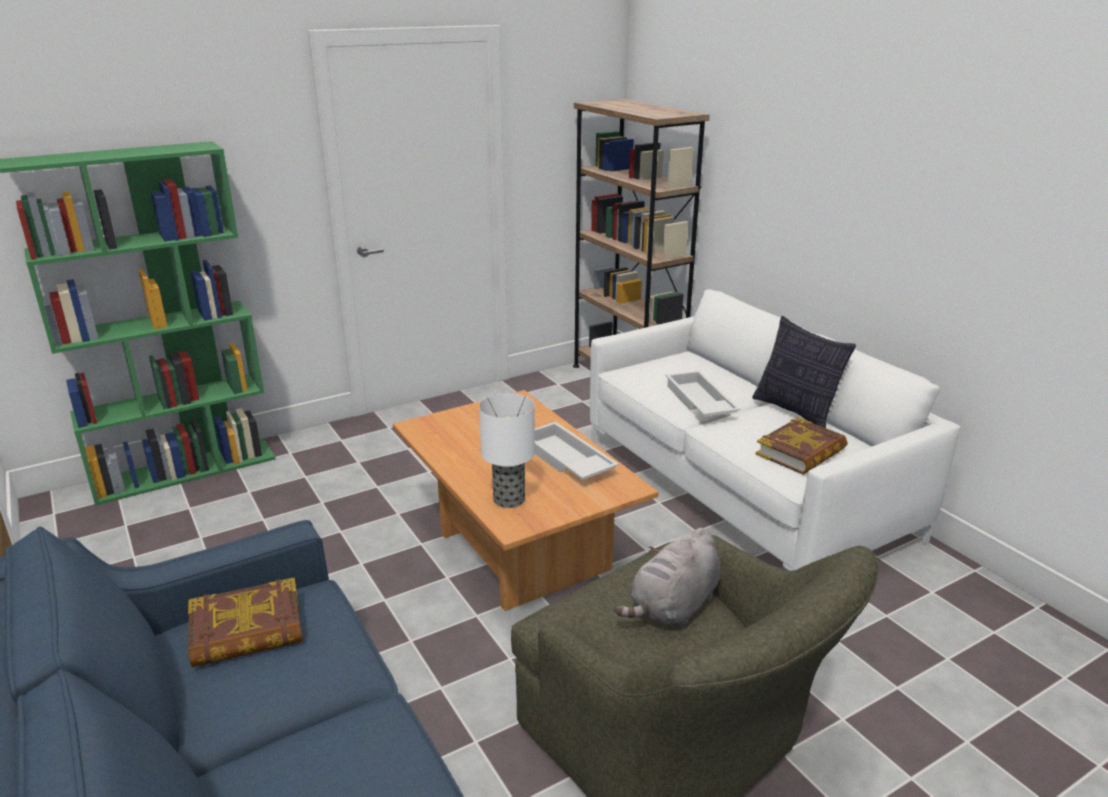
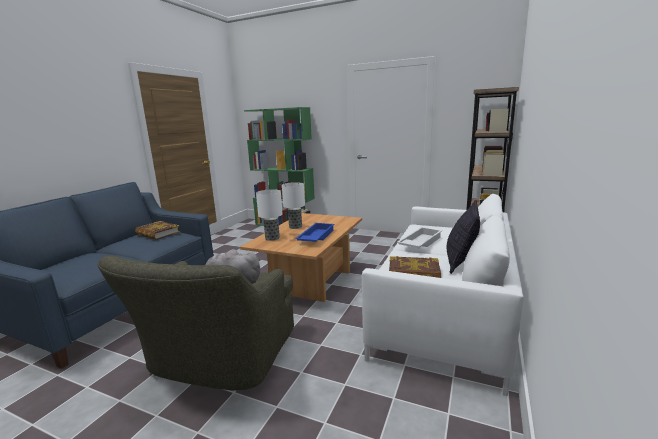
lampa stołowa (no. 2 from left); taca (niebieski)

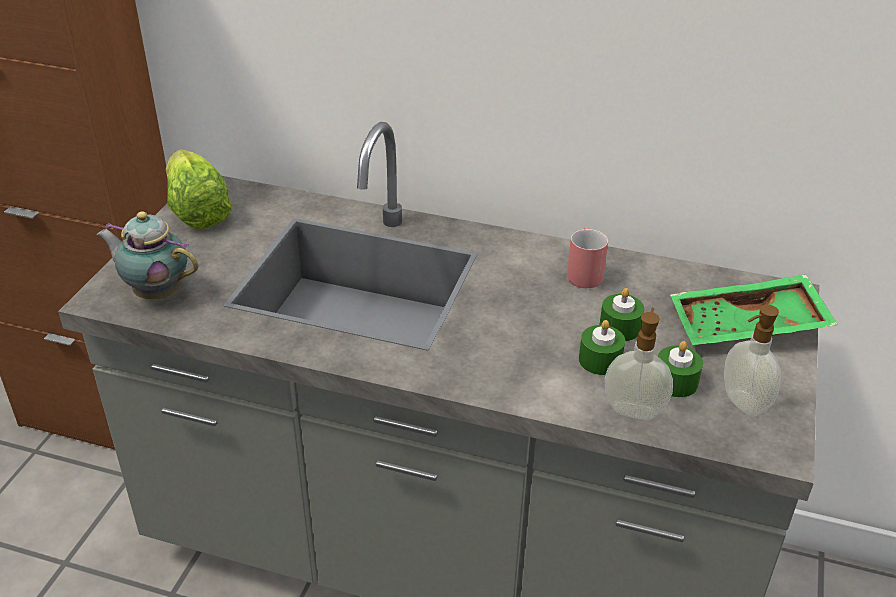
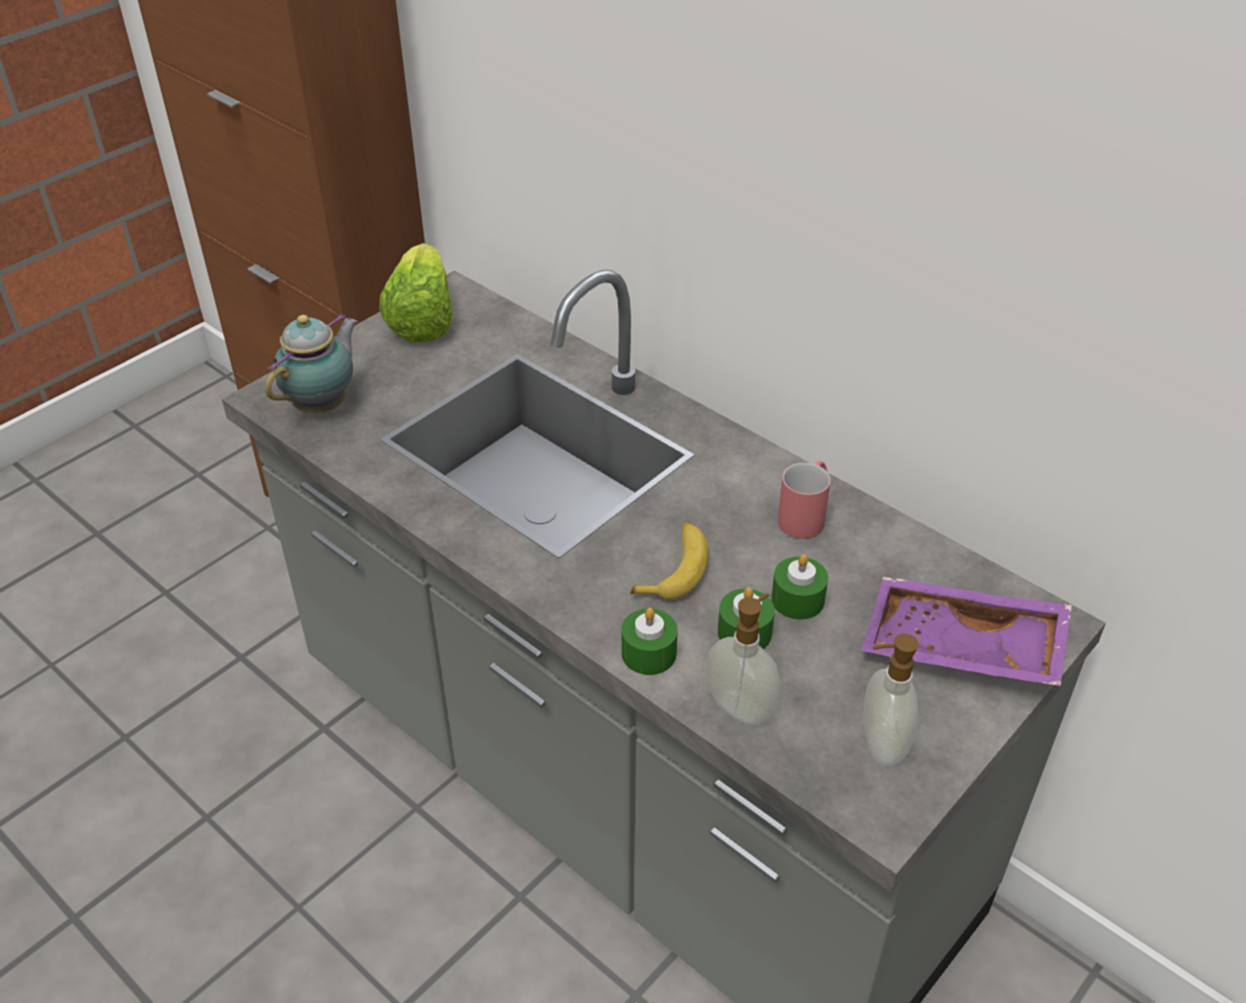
imbryk; świeca (zielony) (no. 1 from left); banan; taca (fioletowy)

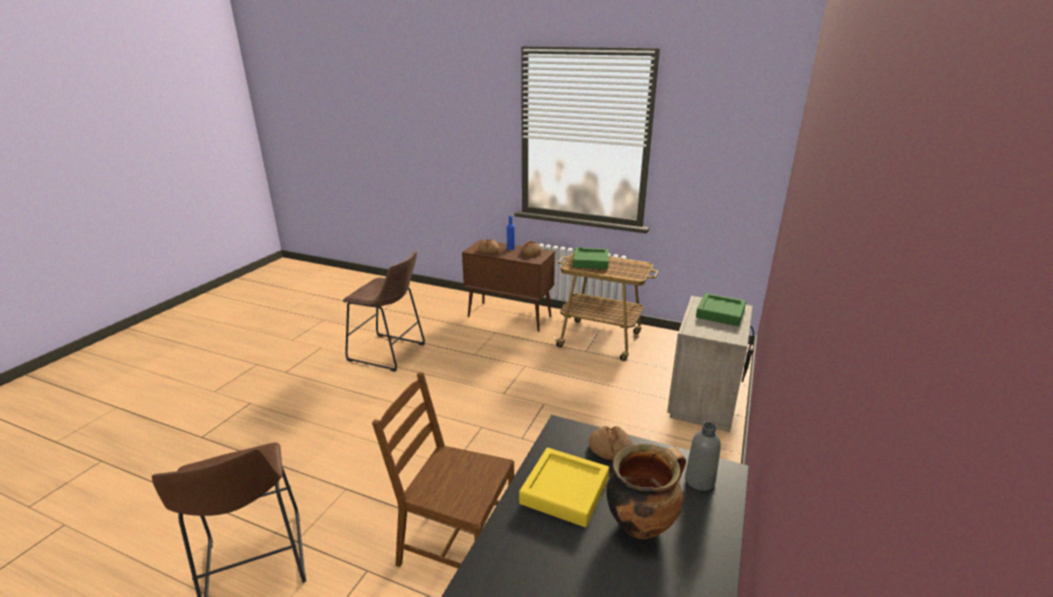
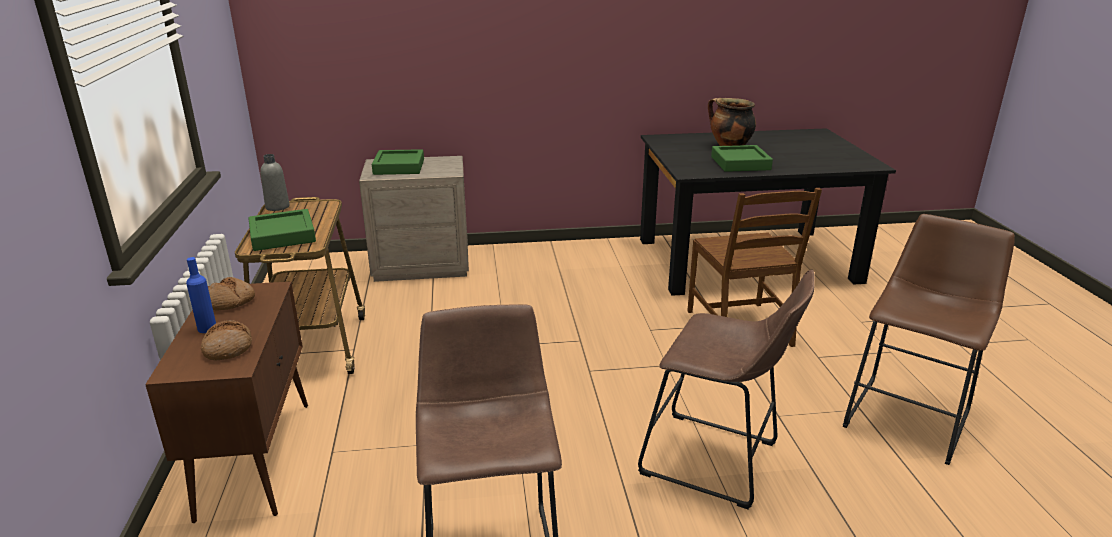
butelka (szary); stołek (brązowy) (no. 2 from left); taca (zielony) (no. 3 from left); chleb (no. 3 from left in the first image)

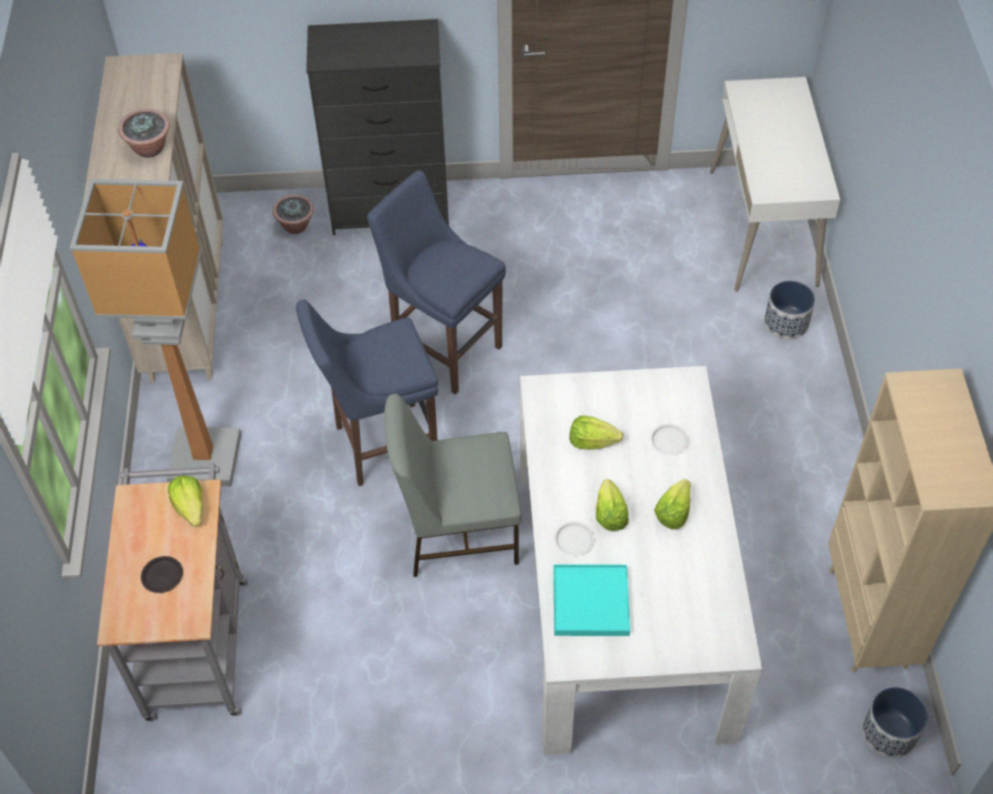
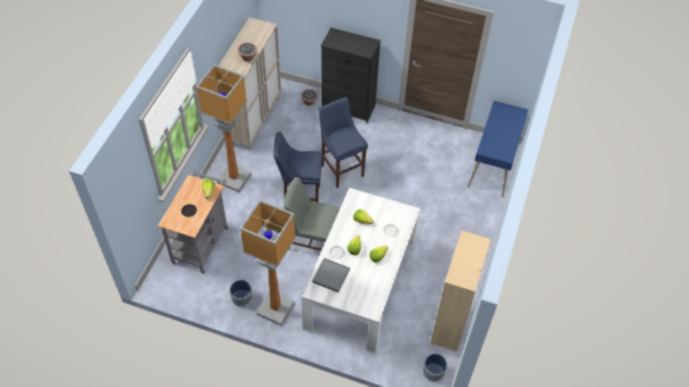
donica (no. 1 from left); lampa stojąca (no. 2 from left); taca (szary); biurko (niebieski)

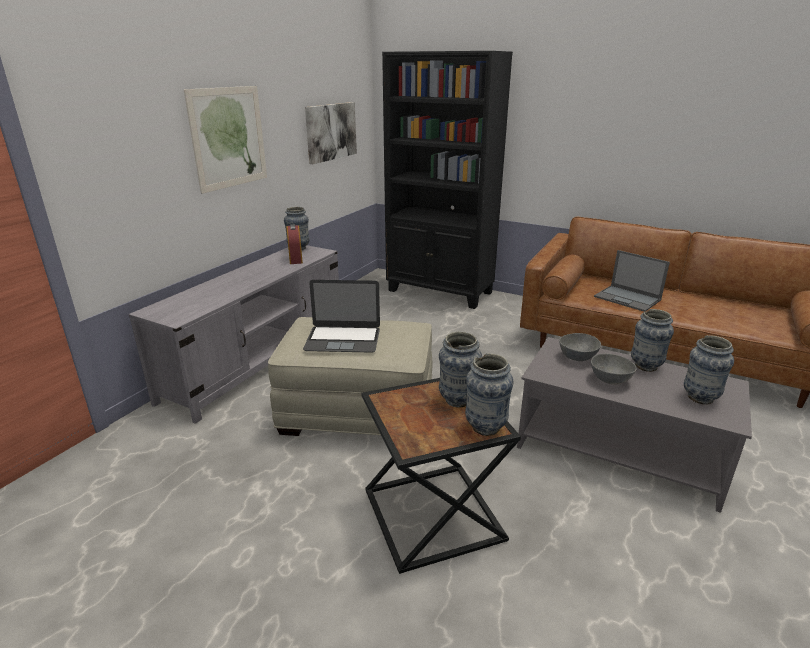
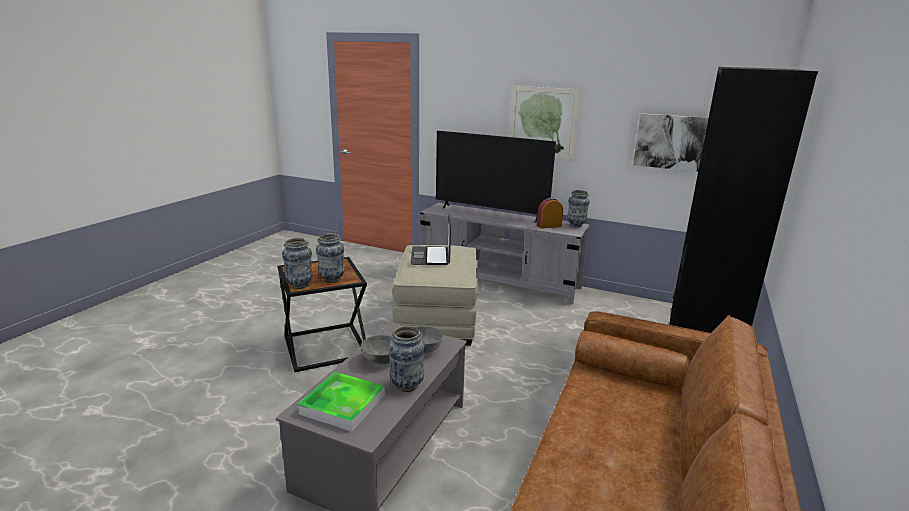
taca; telewizor; laptop (no. 2 from left in the first image)

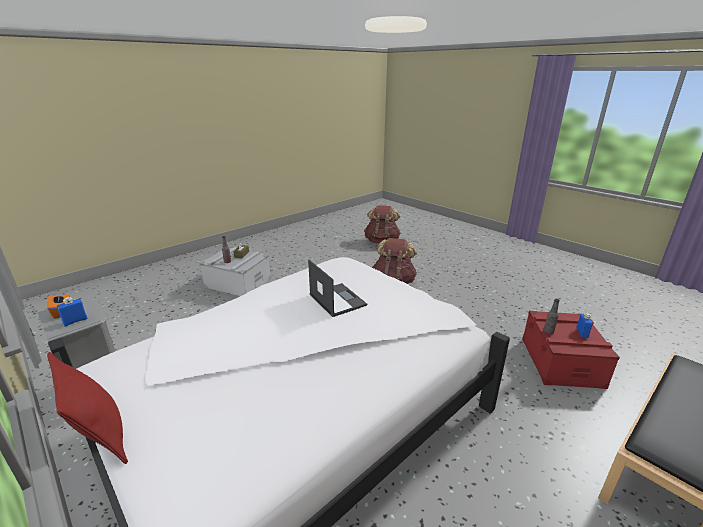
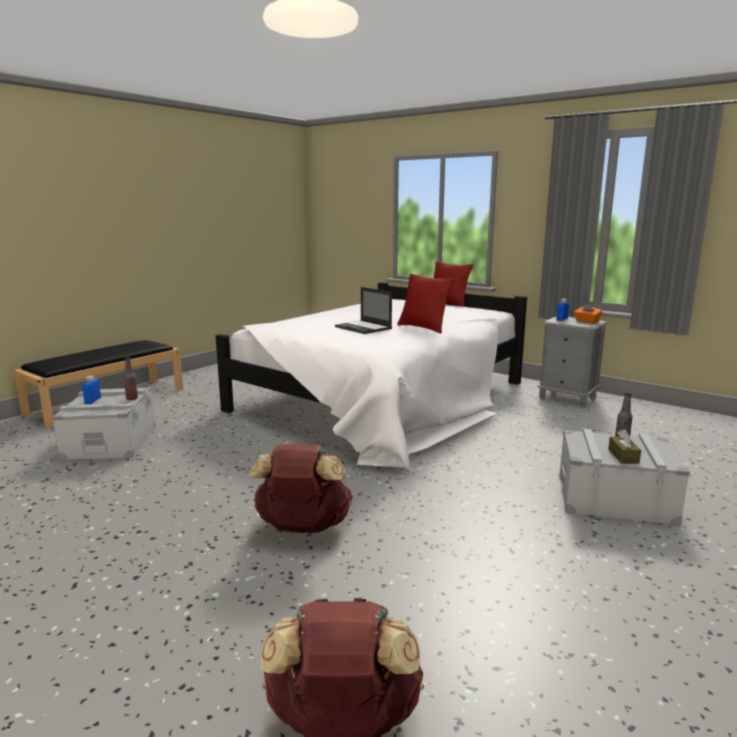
pojemnik do przechowywania (szary) (no. 1 from left); poduszka (czerwony) (no. 1 from left)

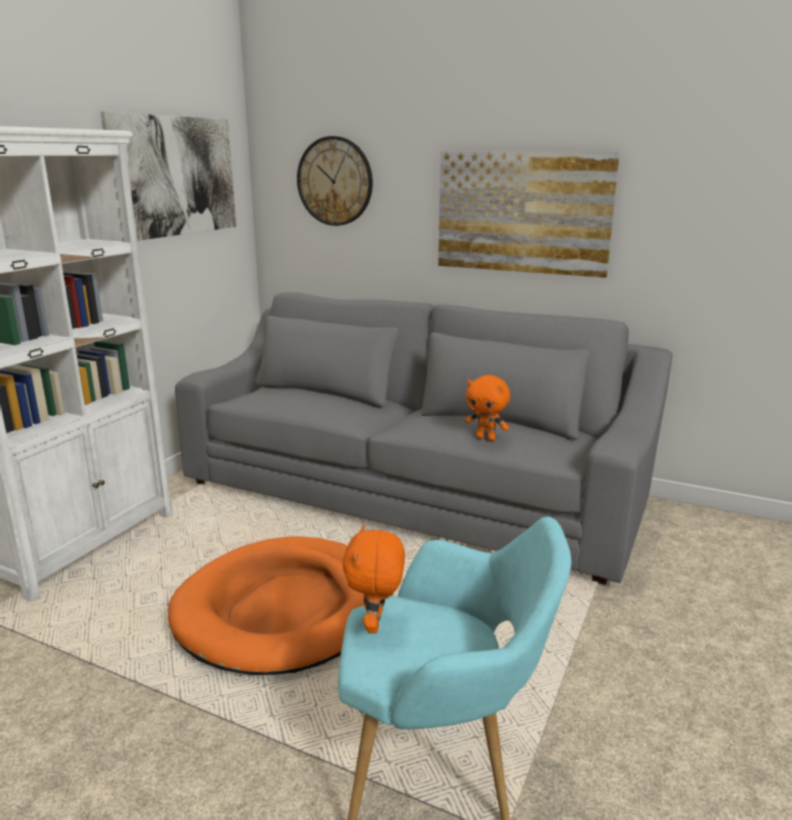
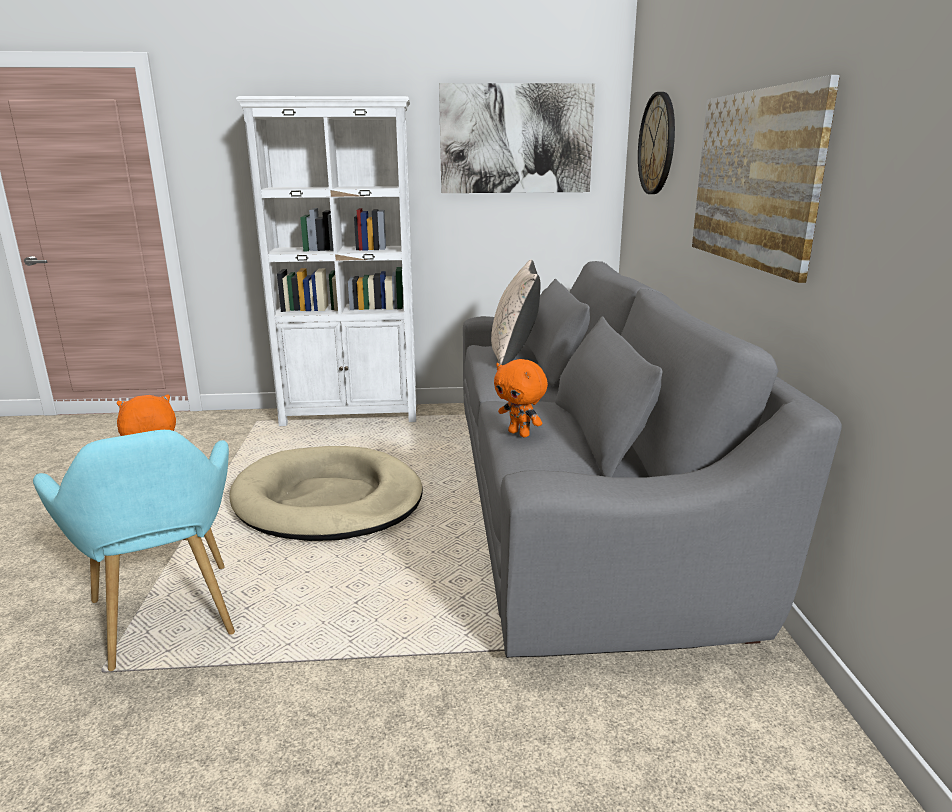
legowisko (beżowy); poduszka (beżowy); pluszak (pomarańczowy) (no. 2 from left)

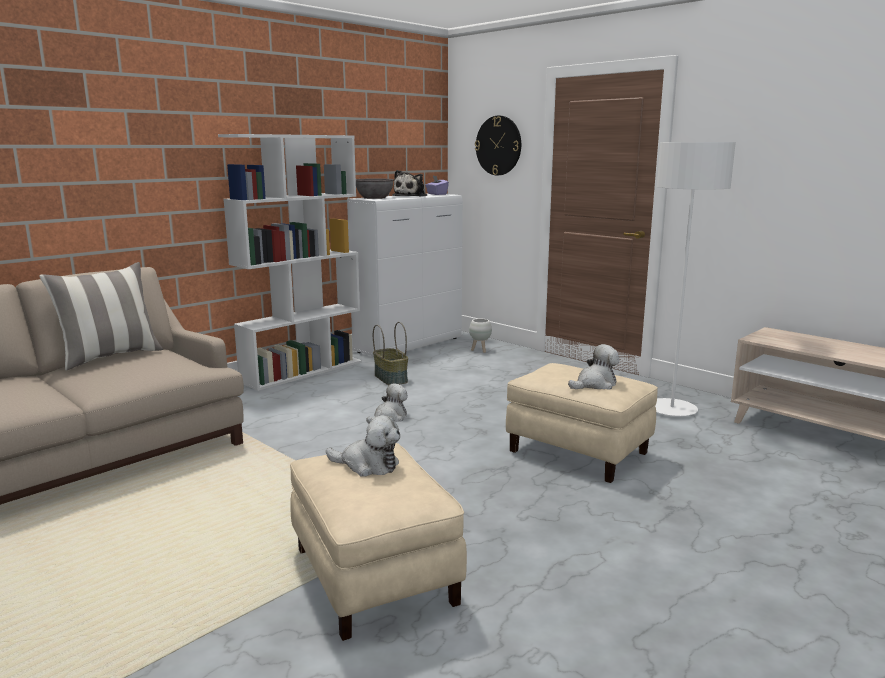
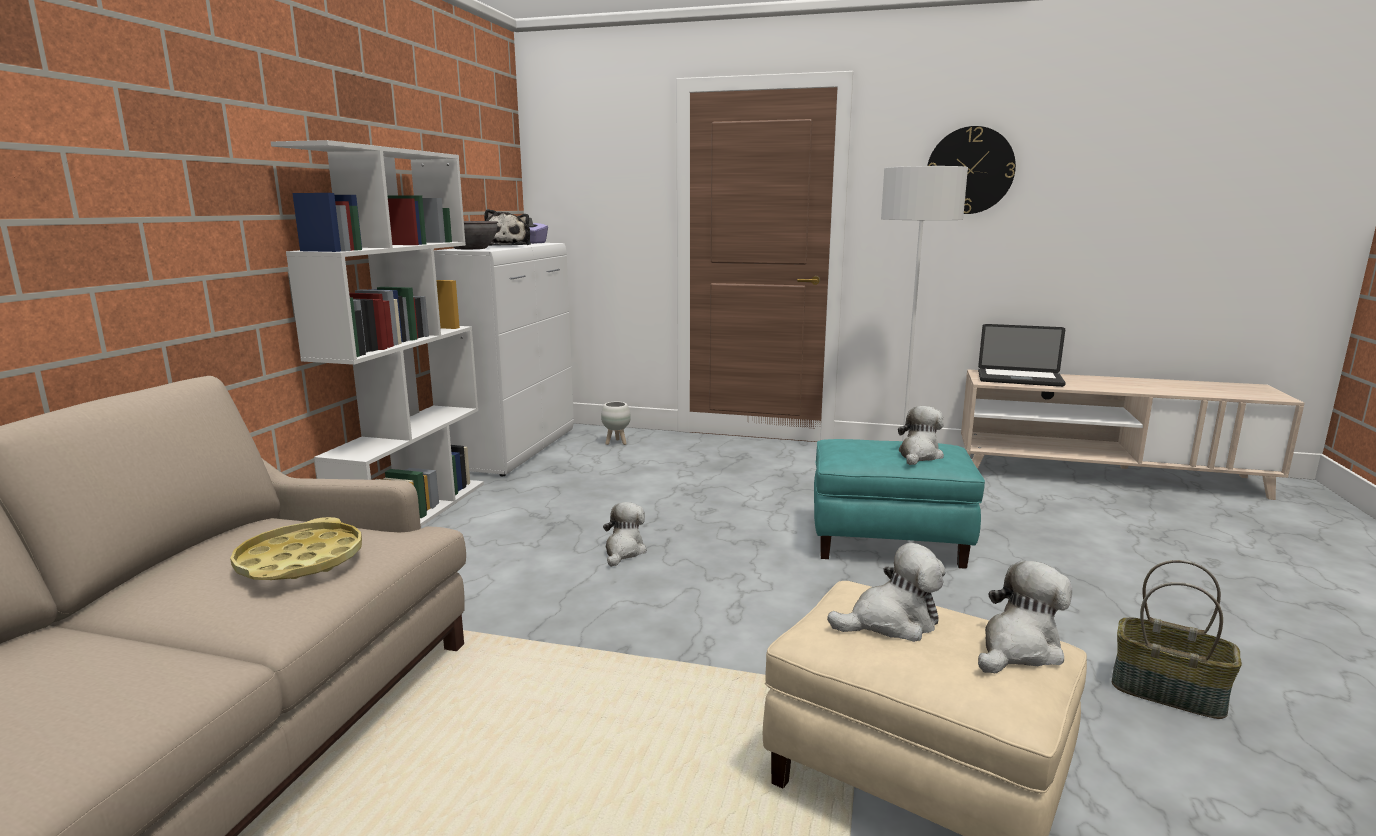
taca (żółty); pufa (turkusowy); zegar ścienny; laptop; pluszak (no. 5 from left); koszyk; poduszka

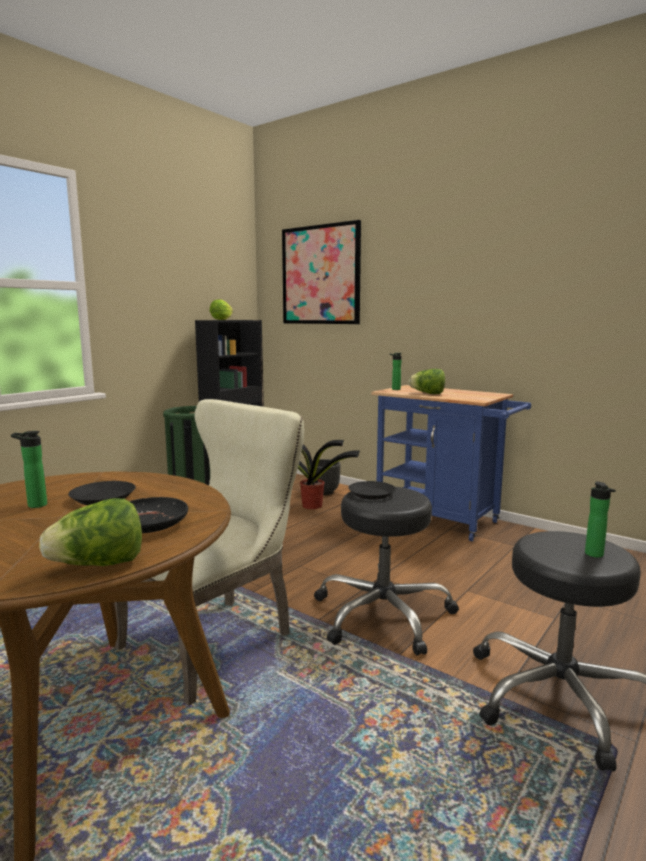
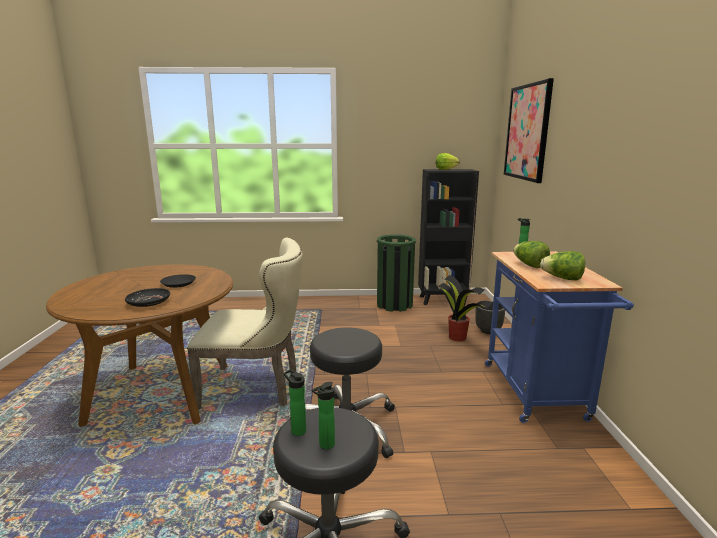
butelka (no. 1 from left); sałata (no. 3 from left); talerz (czarny) (no. 3 from left in the first image)

